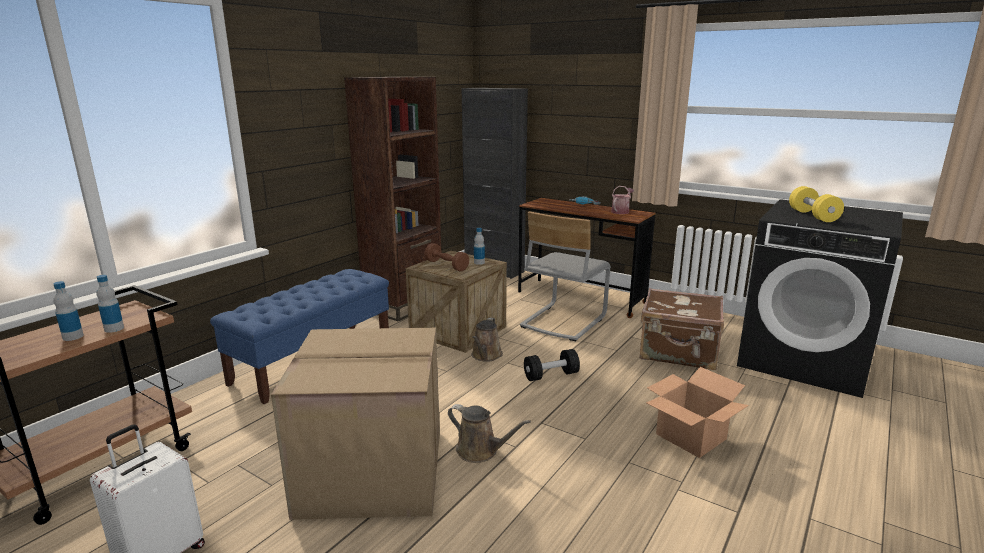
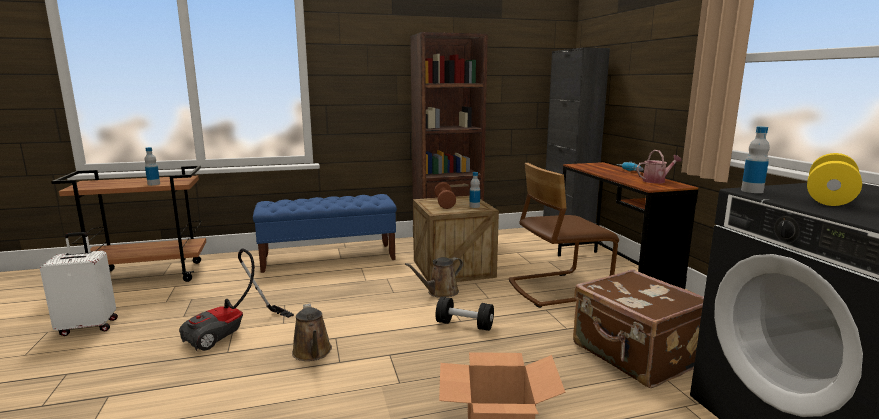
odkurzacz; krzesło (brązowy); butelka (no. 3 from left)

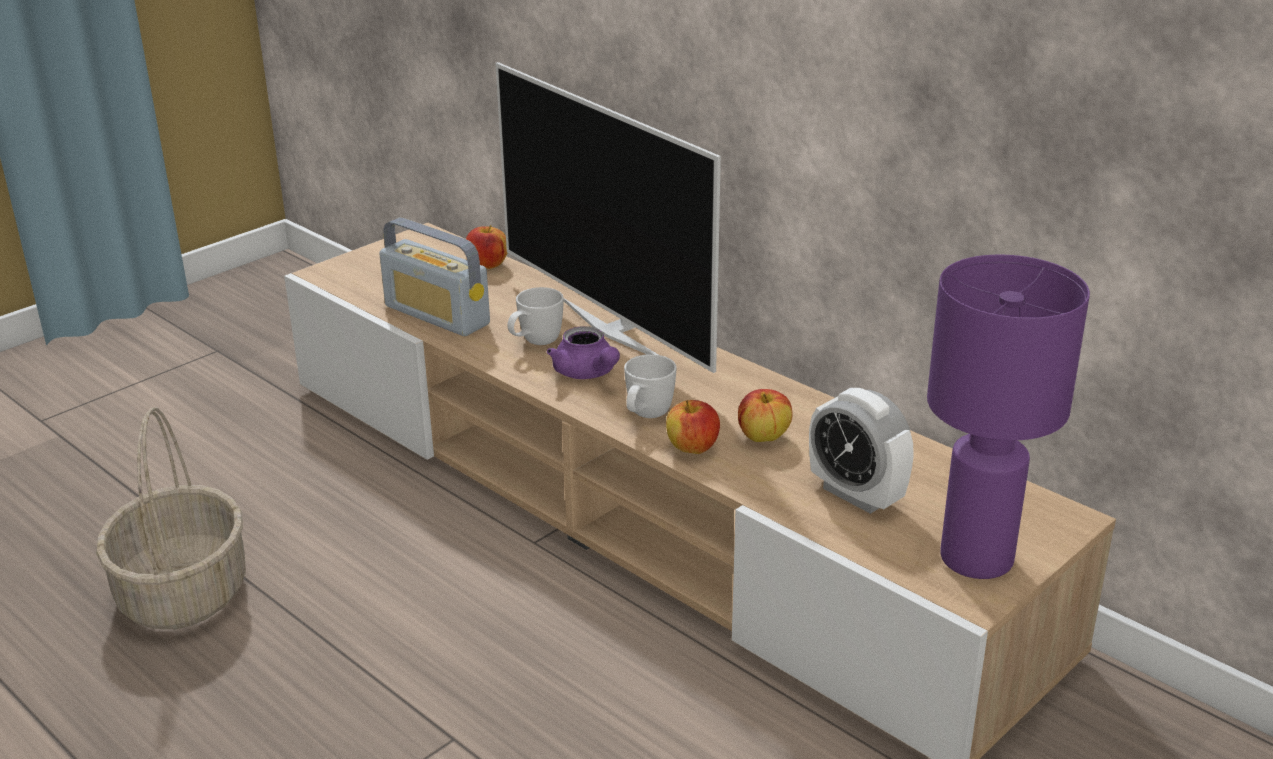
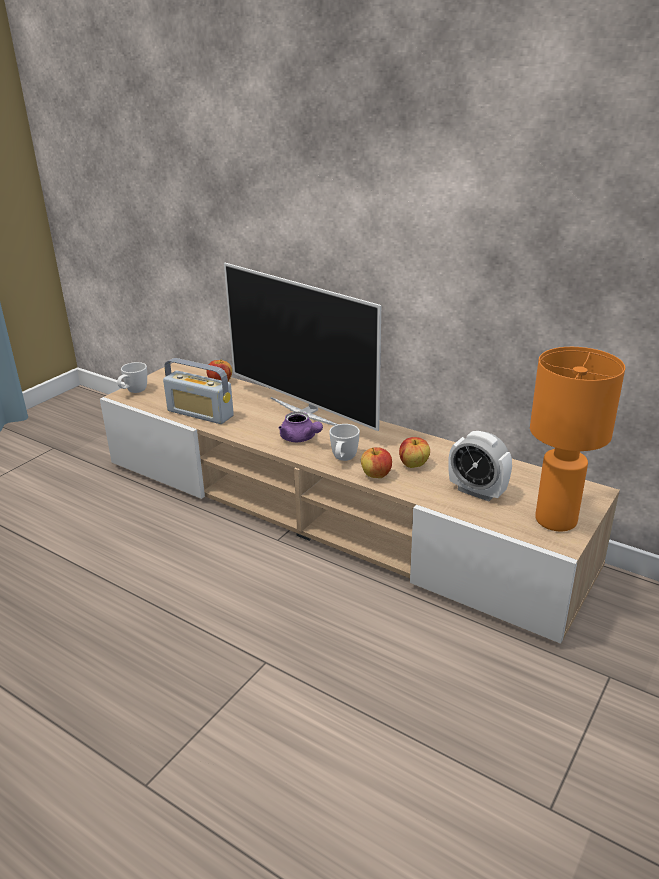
kubek (biały) (no. 1 from left); lampa stołowa (pomarańczowy); koszyk

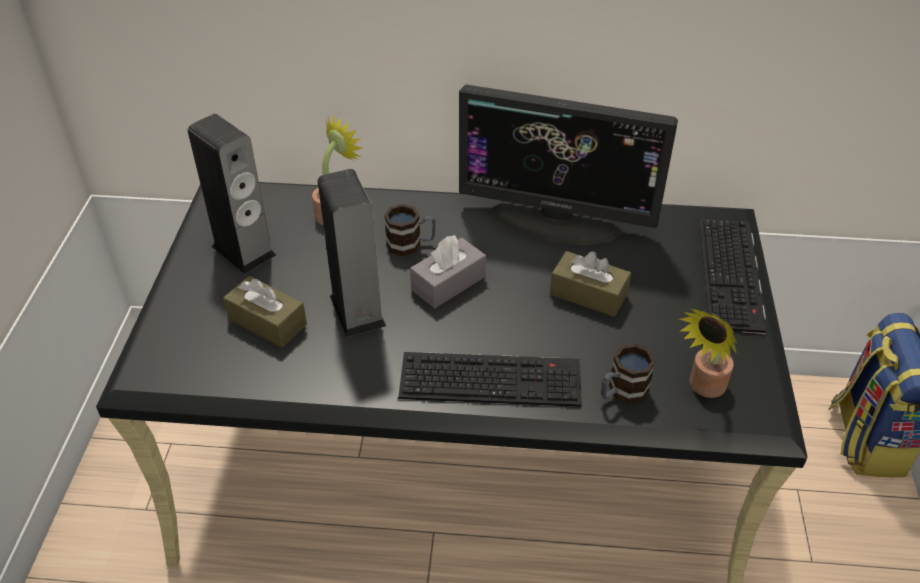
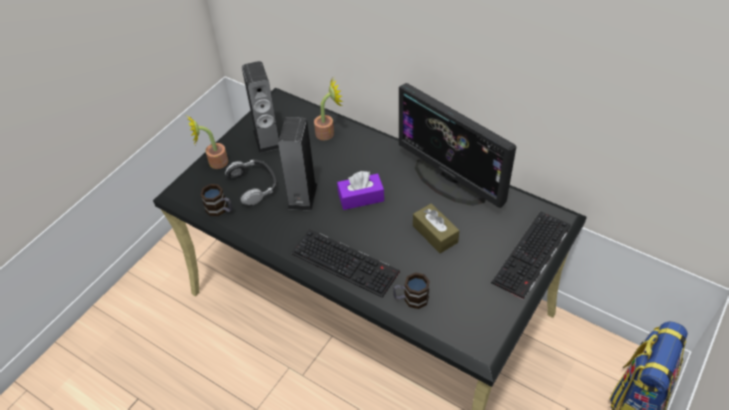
roślina doniczkowa (no. 1 from left); kubek (no. 1 from left); słuchawki; pudełko chusteczek (fioletowy)

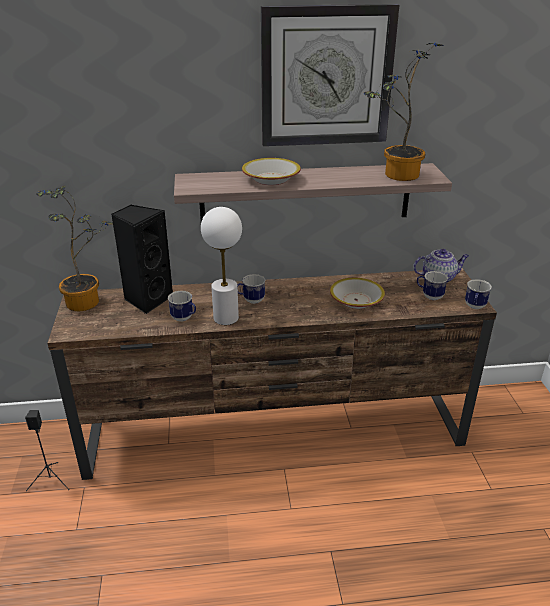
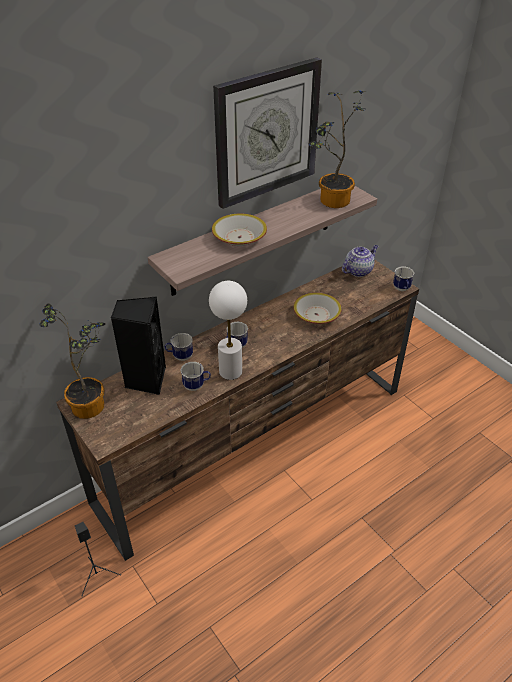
kubek (no. 1 from left)

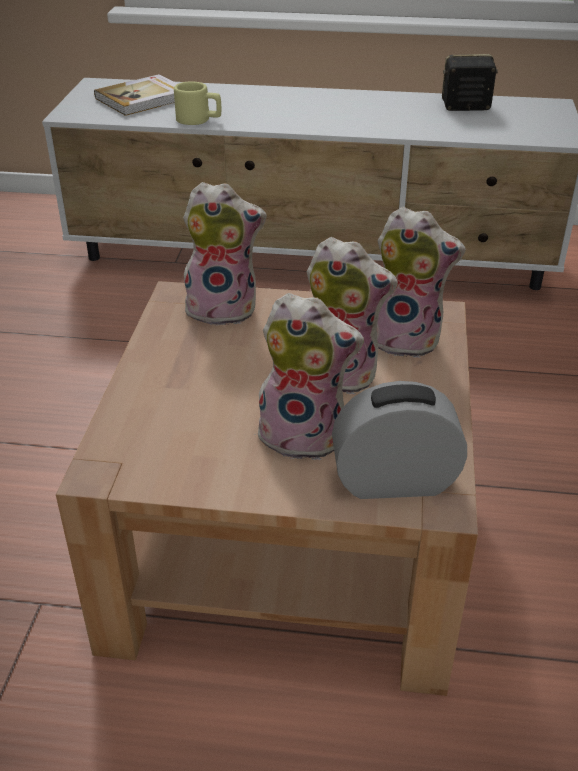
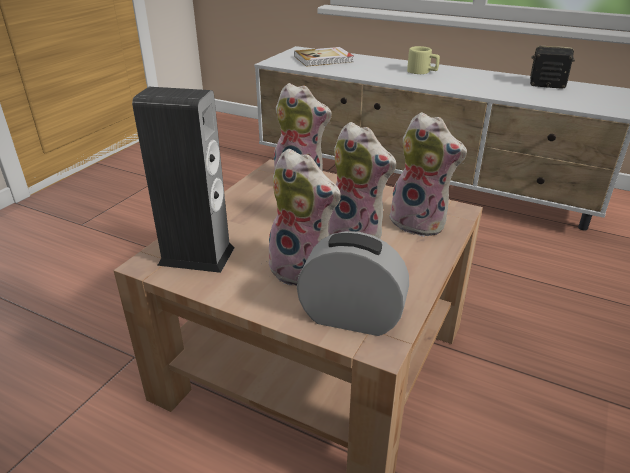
głośnik (no. 1 from left); kubek (beżowy)

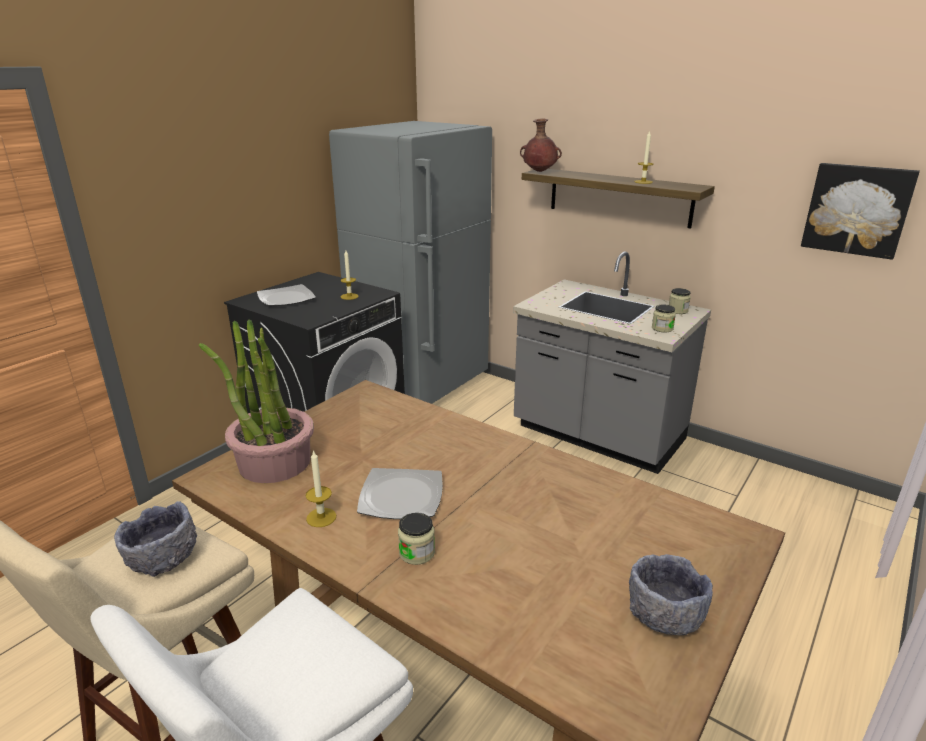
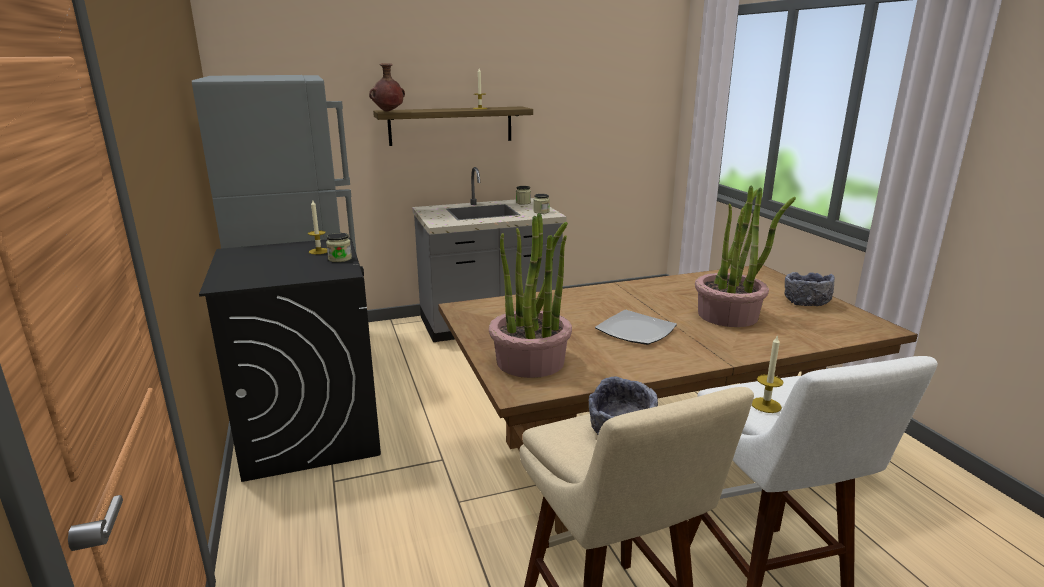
słoik (no. 1 from left); roślina doniczkowa (no. 2 from left); świeca (no. 3 from left); talerz (no. 1 from left in the first image); obraz

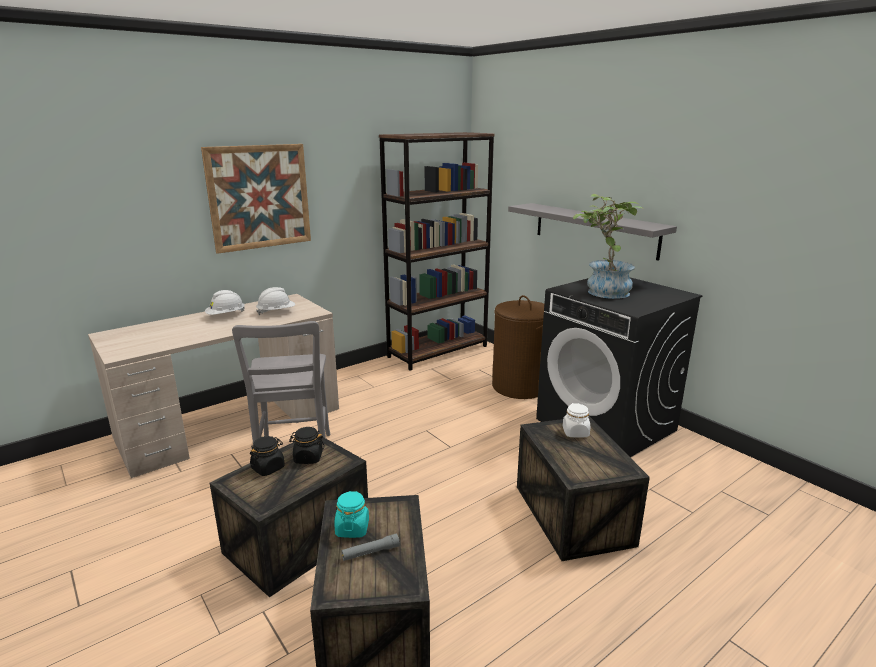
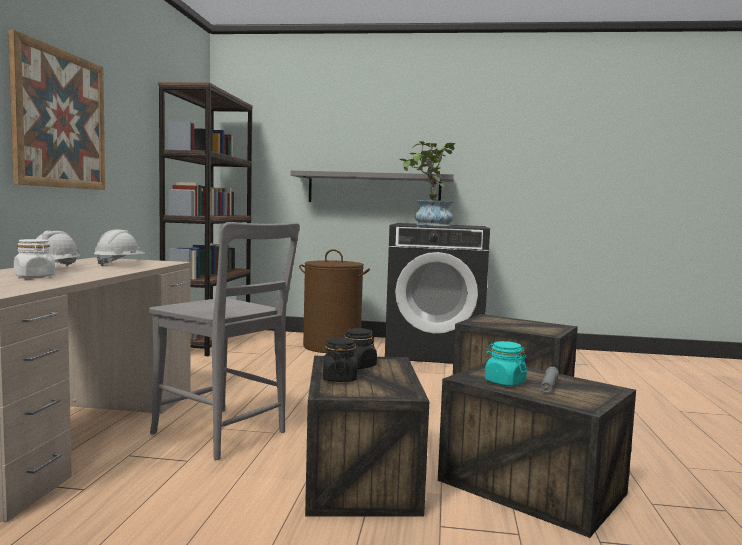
słoik (biały)

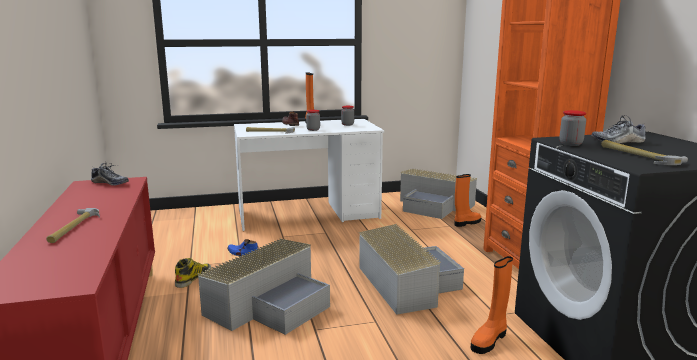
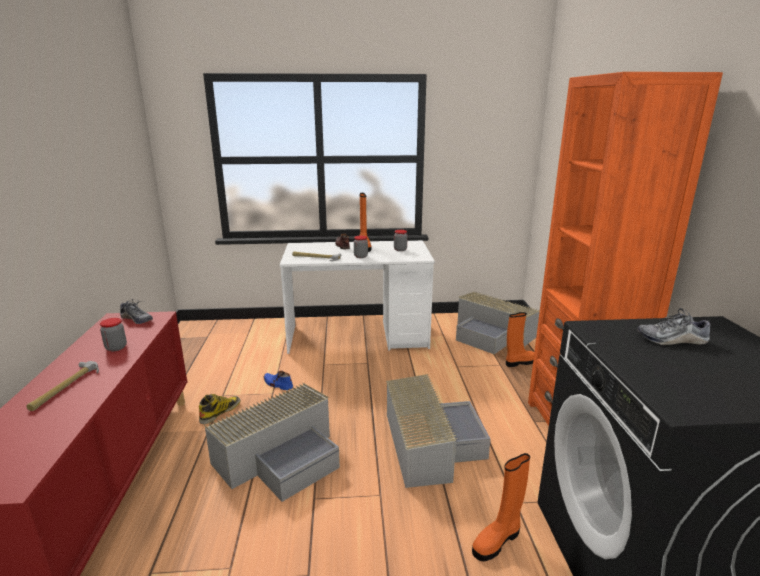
słoik (no. 1 from left); młotek (no. 3 from left in the first image)

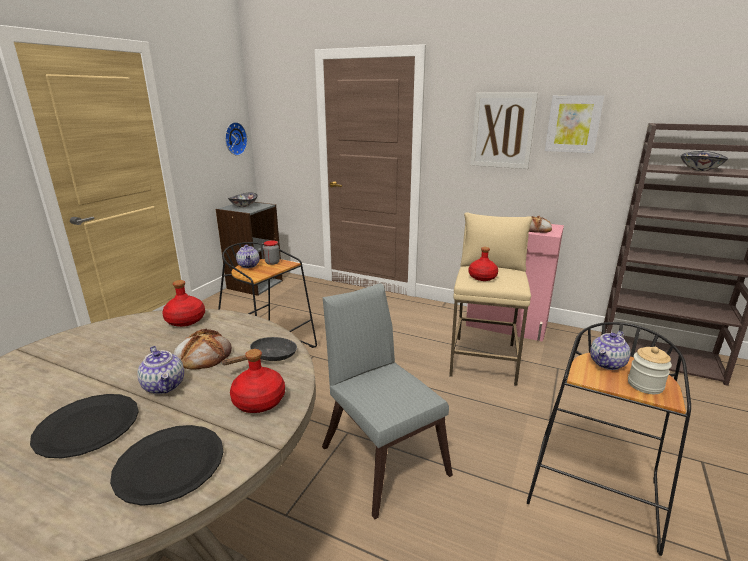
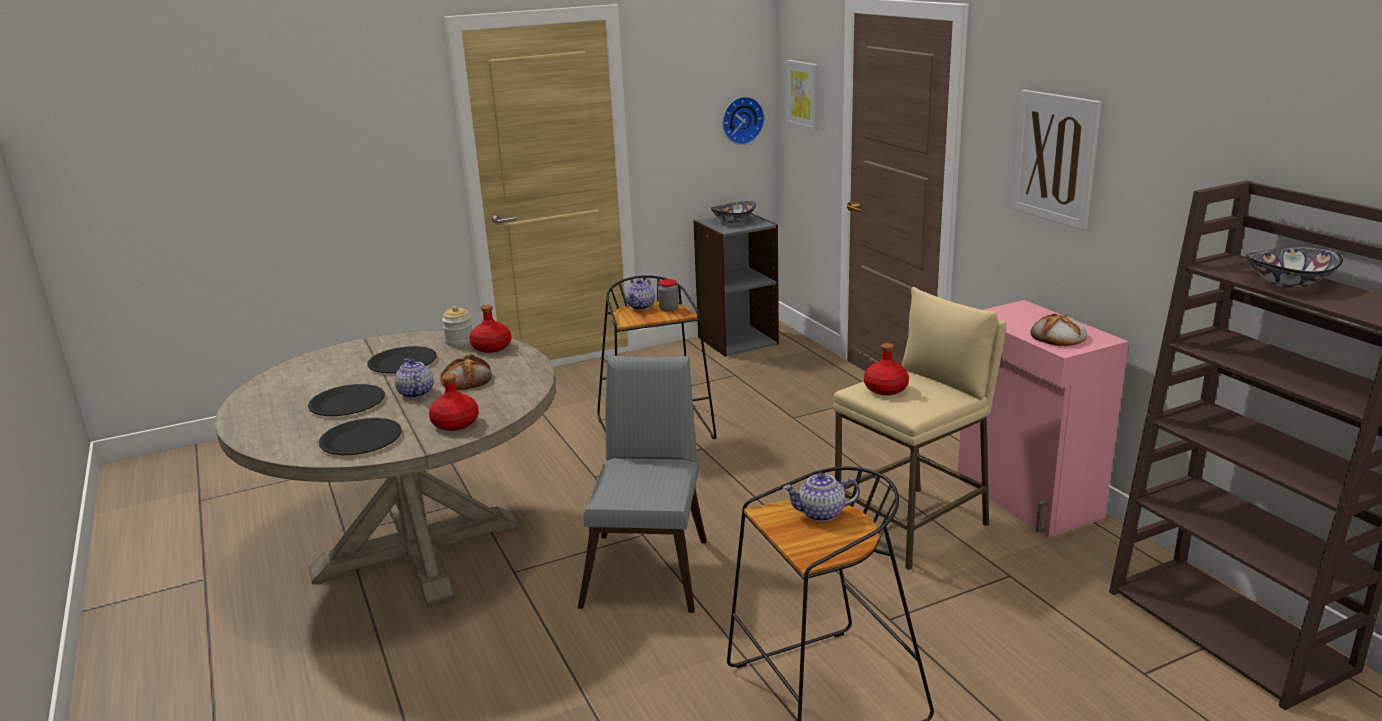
talerz (czarny) (no. 3 from left); imbryk (no. 1 from left); słoik (no. 1 from left); obraz (no. 1 from left); patelnia (czarny)

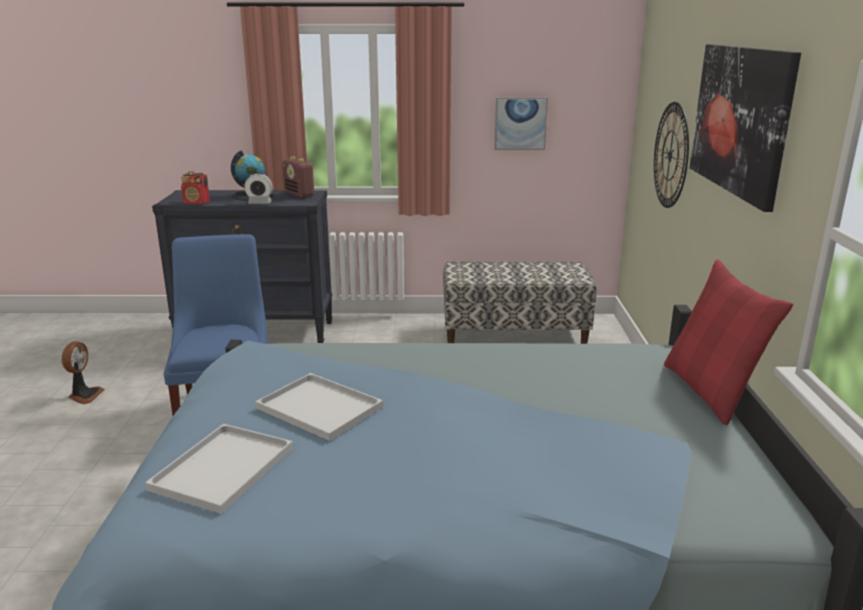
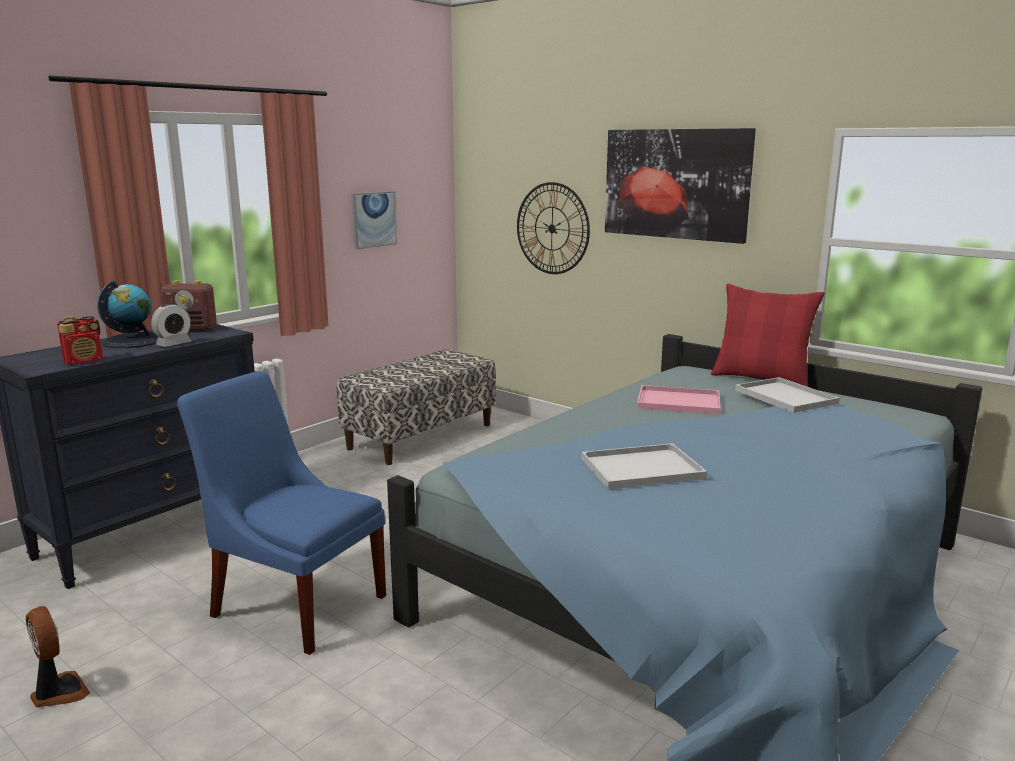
taca (różowy); taca (biały) (no. 2 from left)

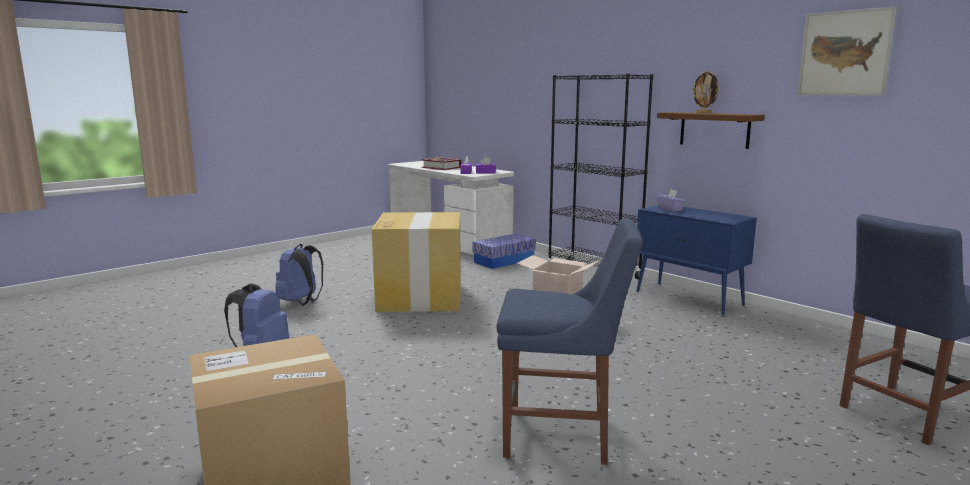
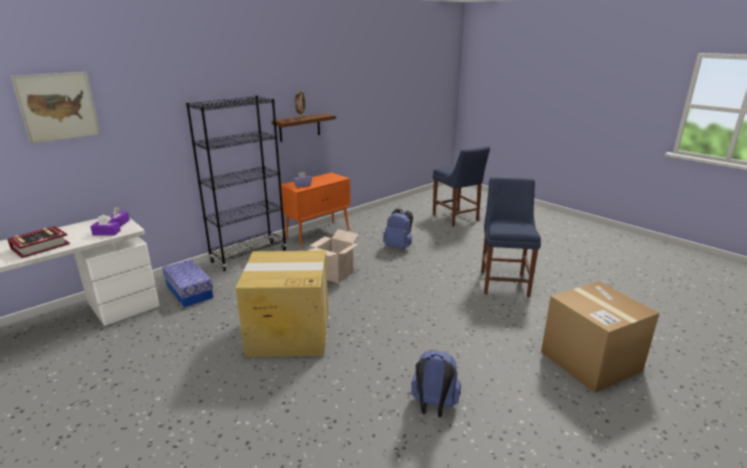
obraz; szafka (pomarańczowy); plecak (niebieski) (no. 1 from left)

